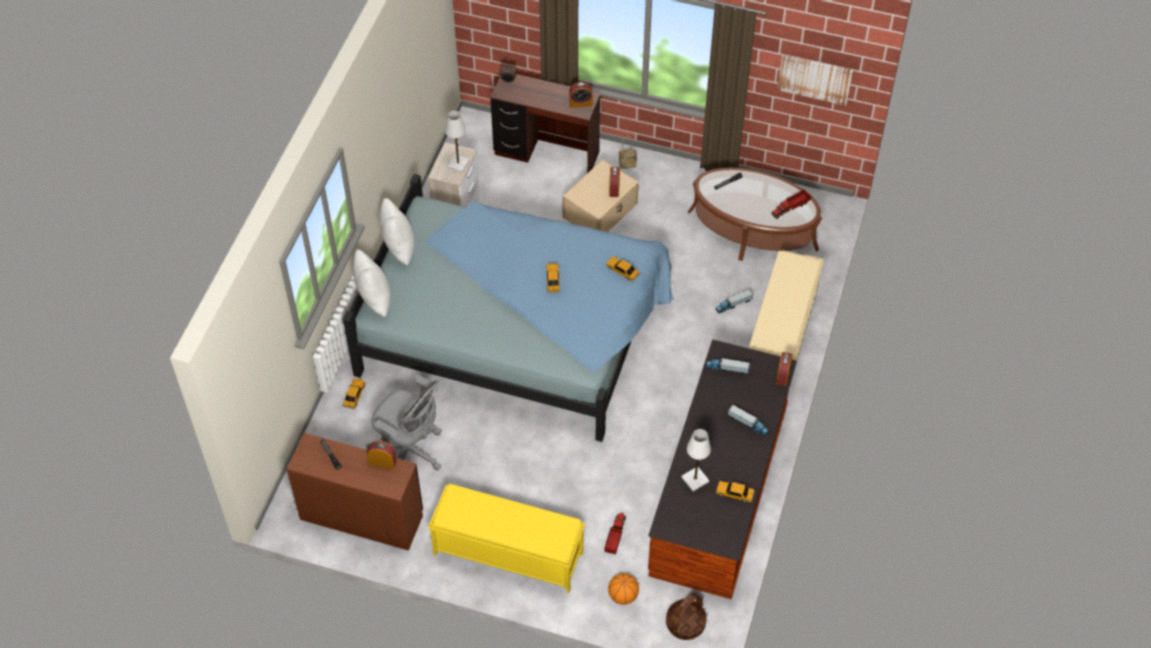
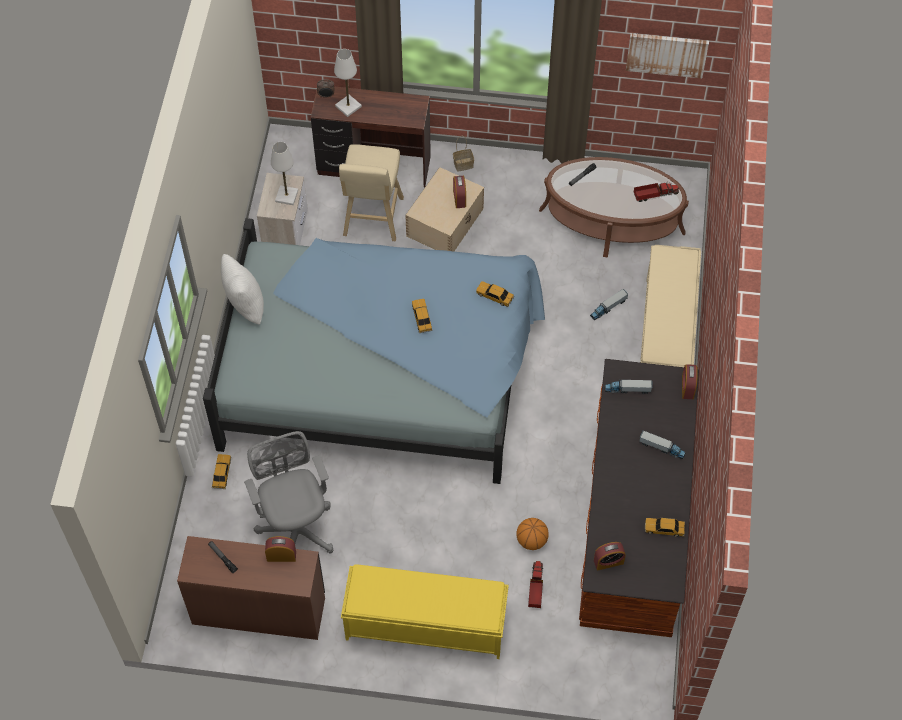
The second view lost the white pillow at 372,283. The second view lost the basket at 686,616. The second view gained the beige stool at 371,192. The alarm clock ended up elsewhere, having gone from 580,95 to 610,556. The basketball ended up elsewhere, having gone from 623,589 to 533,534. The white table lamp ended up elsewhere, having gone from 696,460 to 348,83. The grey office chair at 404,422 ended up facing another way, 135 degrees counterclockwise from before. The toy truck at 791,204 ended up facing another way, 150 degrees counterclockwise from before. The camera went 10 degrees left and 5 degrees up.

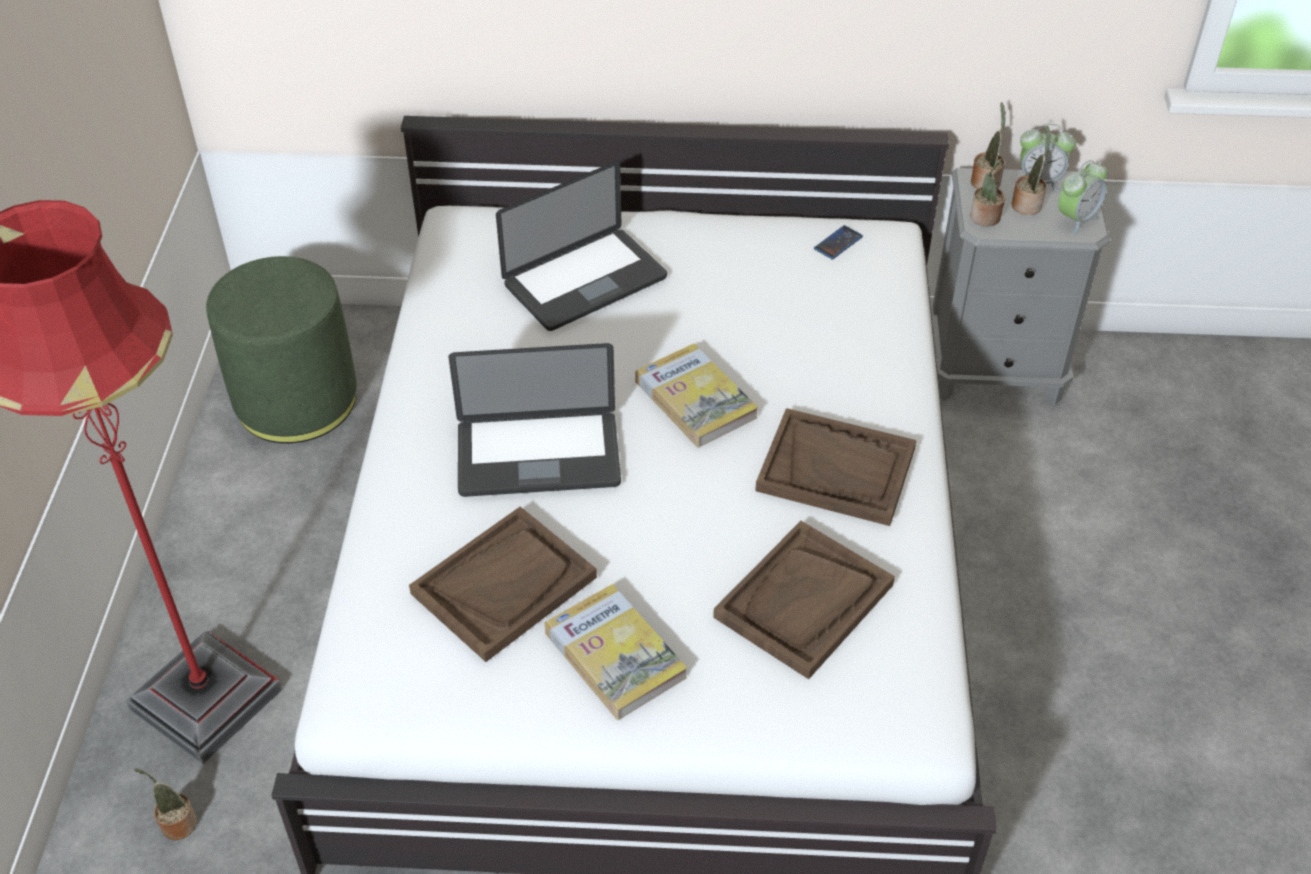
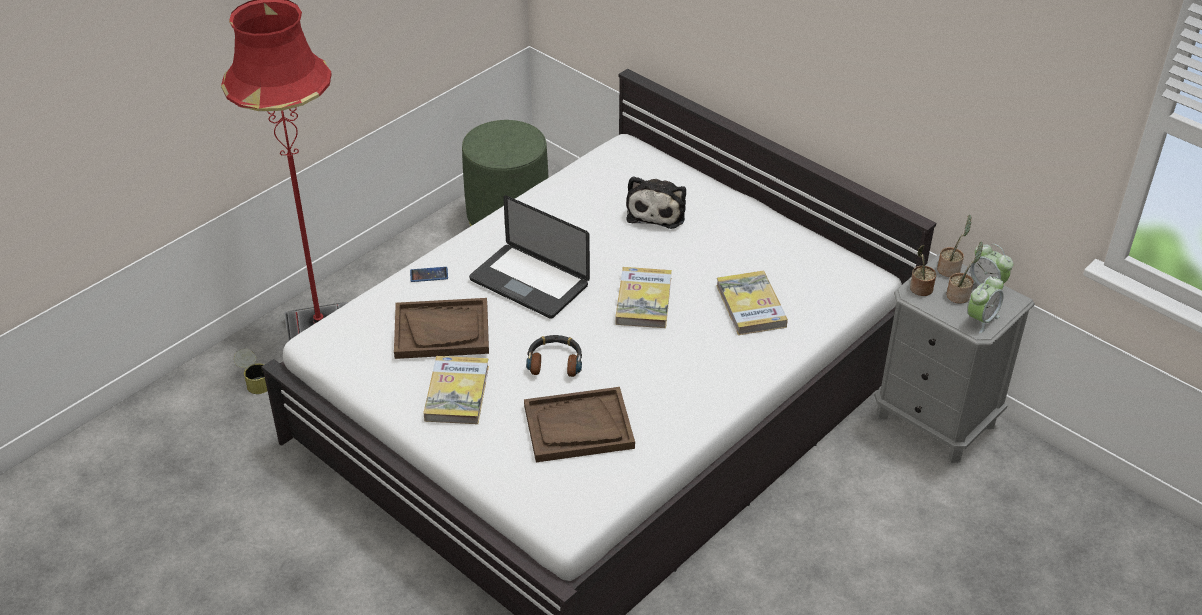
The second view lost the brown tray at 835,467. The second view gained the headphones at 554,356. The second view gained the book at 752,303. The phone ended up elsewhere, having gone from 838,242 to 429,274. Where the potted plant stood at 165,804, the can came to stand at 250,371. Where the laptop stood at 581,246, the plush toy came to stand at 656,202. The alarm clock at 1083,197 ended up facing another way, 45 degrees counterclockwise from before. The camera went 40 degrees right and 5 degrees down.

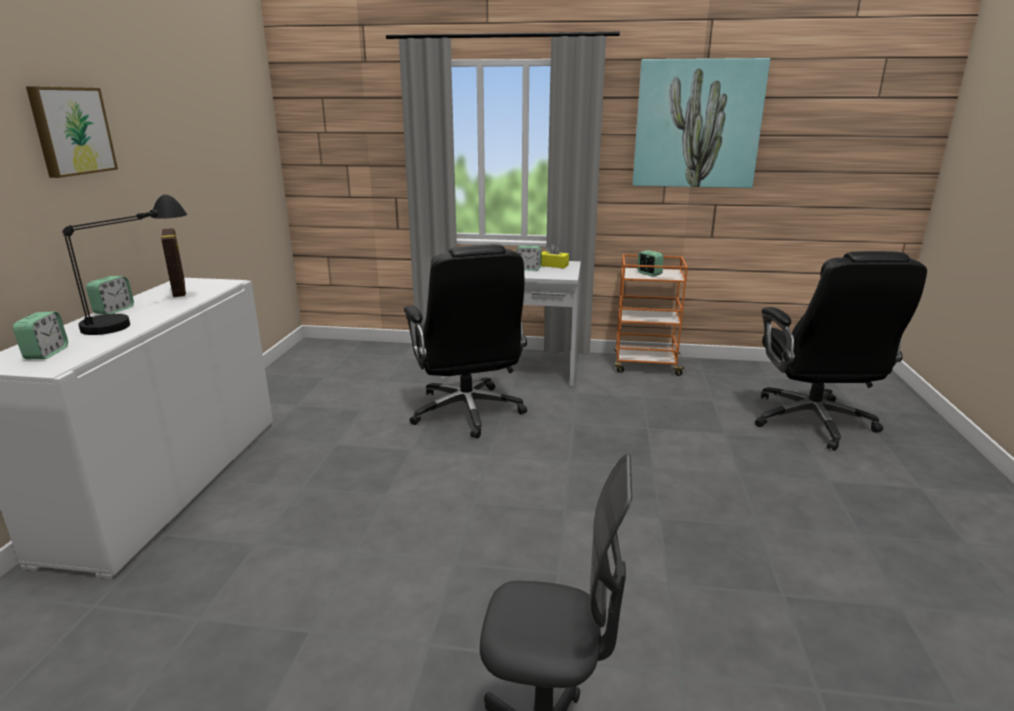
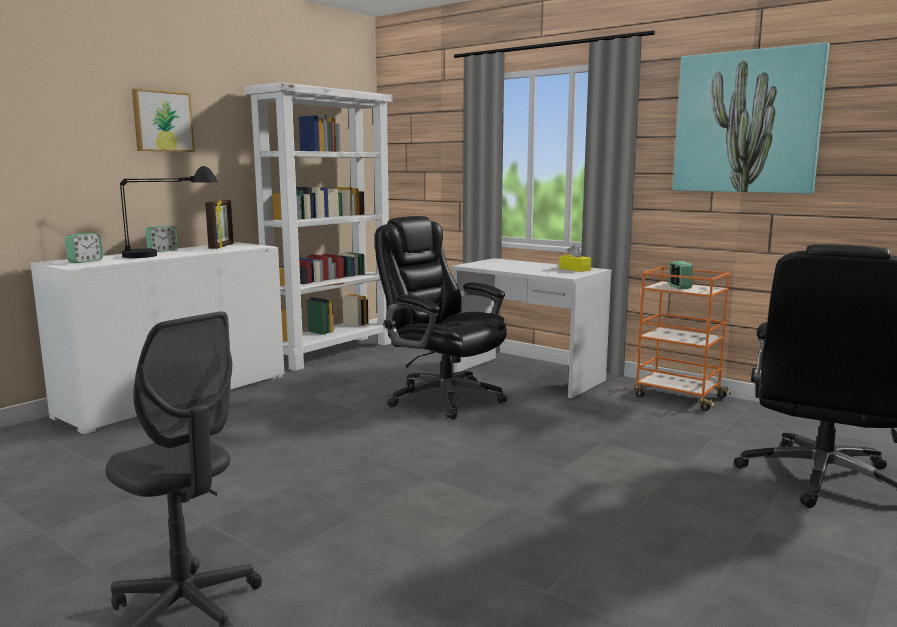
The second view lost the alarm clock at 529,258. The second view gained the white bookcase at 318,226. The black office chair at 465,341 ended up facing another way, 120 degrees clockwise from before. The camera went 30 degrees right and 10 degrees down.

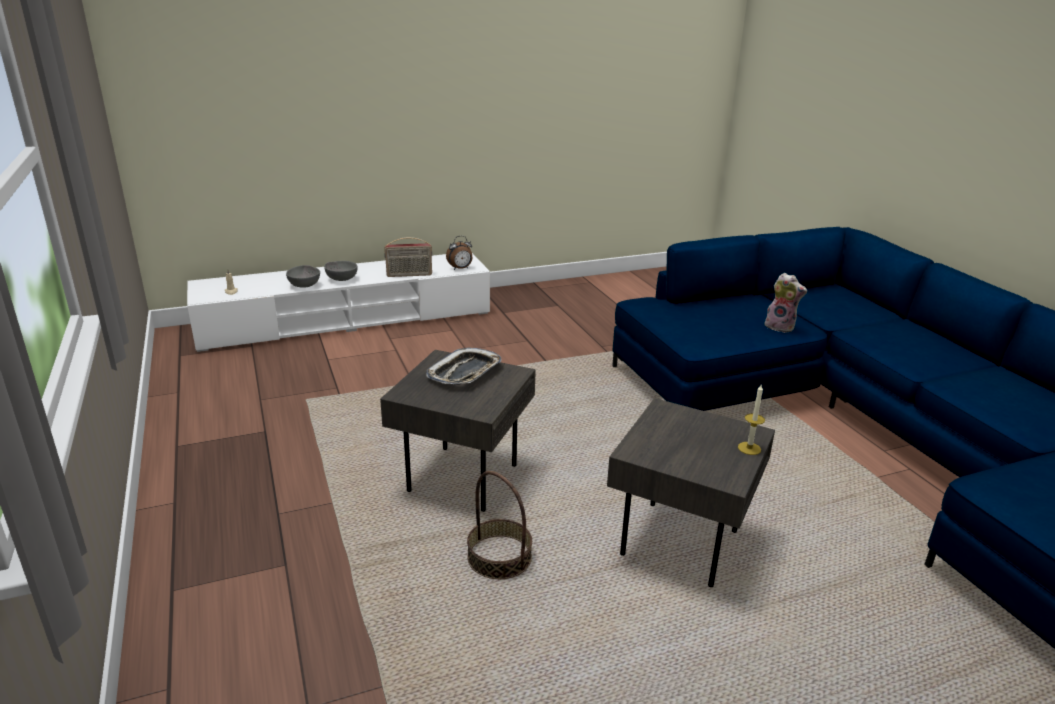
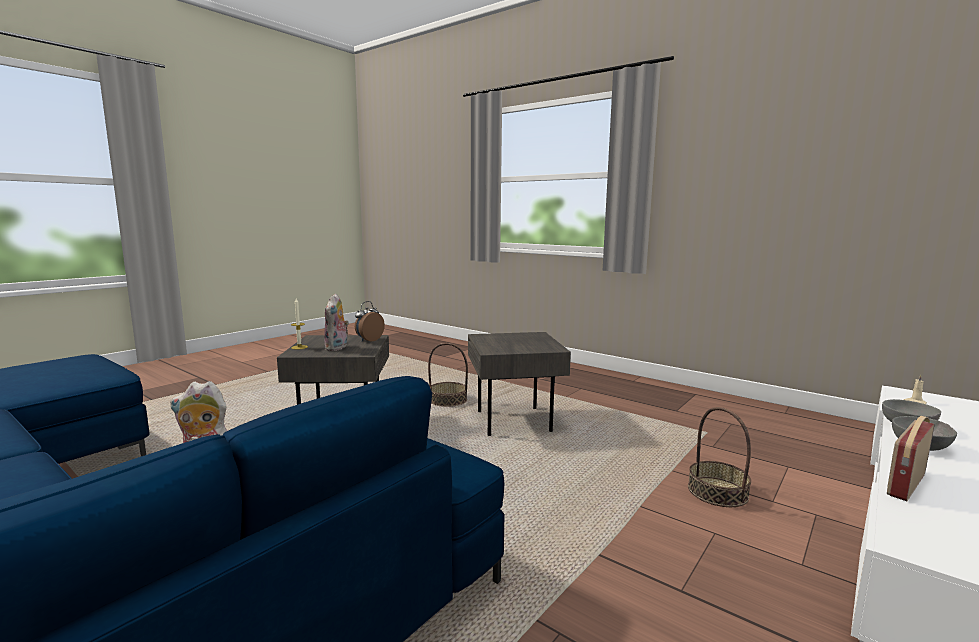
The second view lost the tray at 464,365. The second view gained the plush toy at 336,322. The second view gained the basket at 719,457. The alarm clock ended up elsewhere, having gone from 459,253 to 370,321. The camera went 150 degrees right and 15 degrees down.

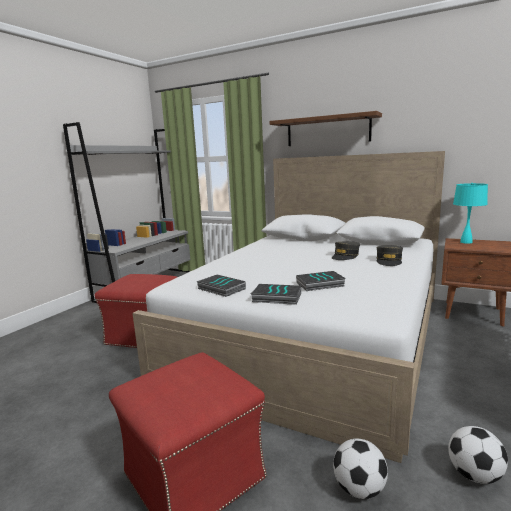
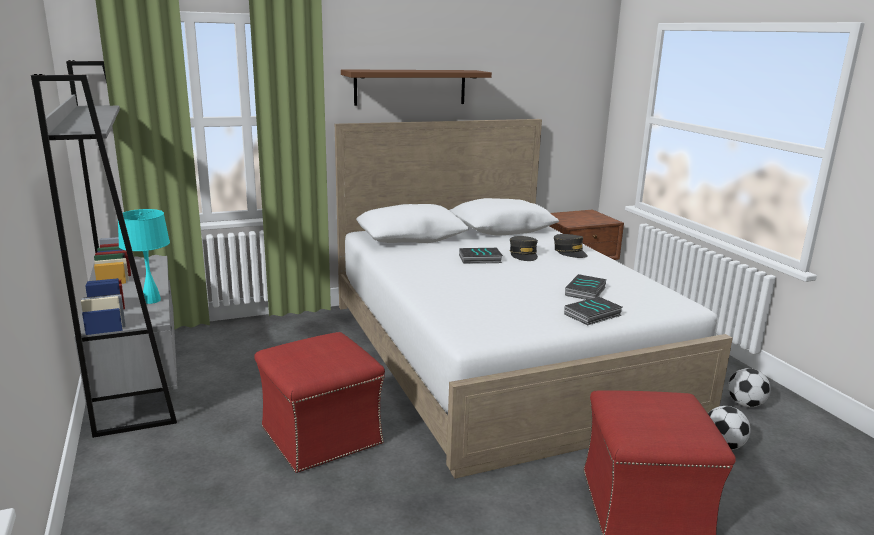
The book ended up elsewhere, having gone from 221,286 to 481,256. The turquoise table lamp ended up elsewhere, having gone from 470,213 to 144,256. The camera went 50 degrees left and 5 degrees up.

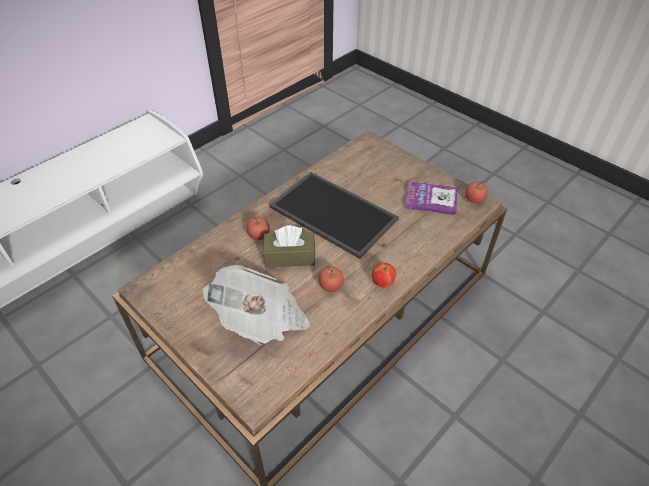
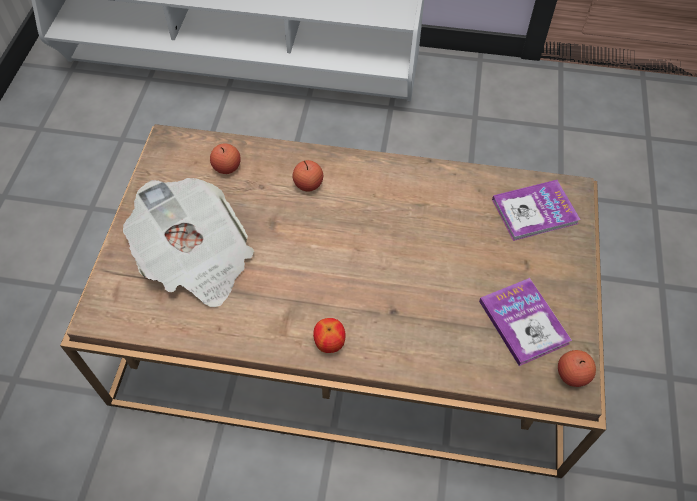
The second view lost the brown tissue box at 289,246. The second view lost the tray at 334,215. The second view gained the book at 536,210. The apple ended up elsewhere, having gone from 331,279 to 225,158. The camera went 55 degrees right and 10 degrees up.

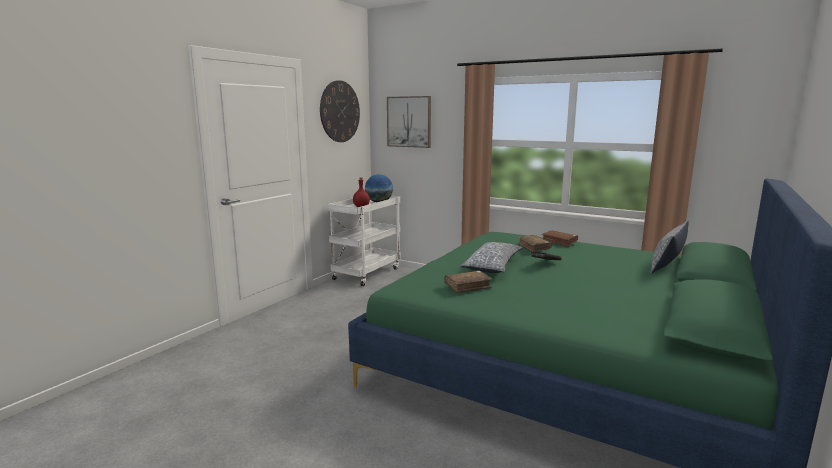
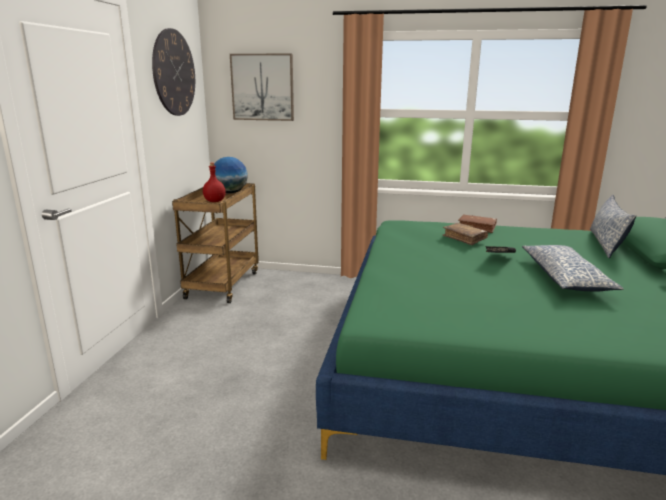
The second view lost the brown book at 469,282. The pillow ended up elsewhere, having gone from 491,257 to 573,268. What was the white cart at 364,241 turned into the brown cart at 215,243. The camera went 20 degrees left and 5 degrees up.

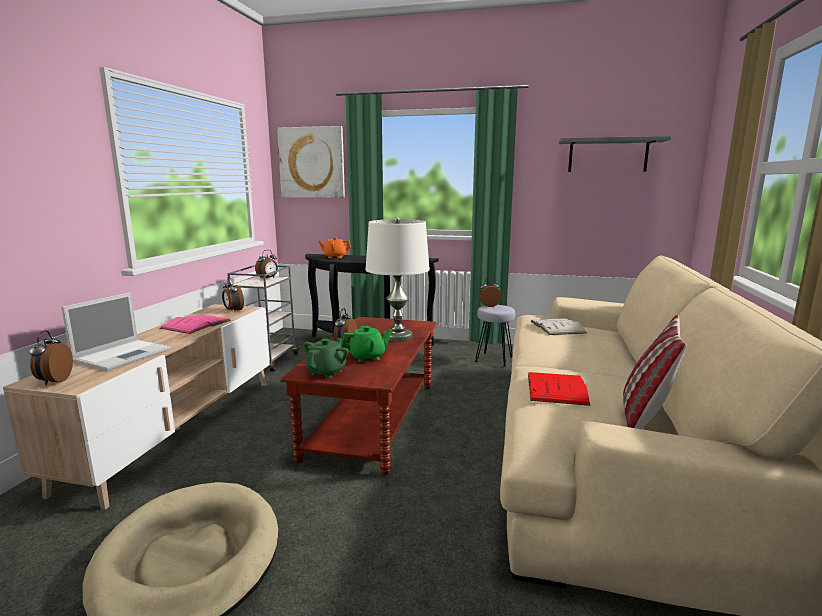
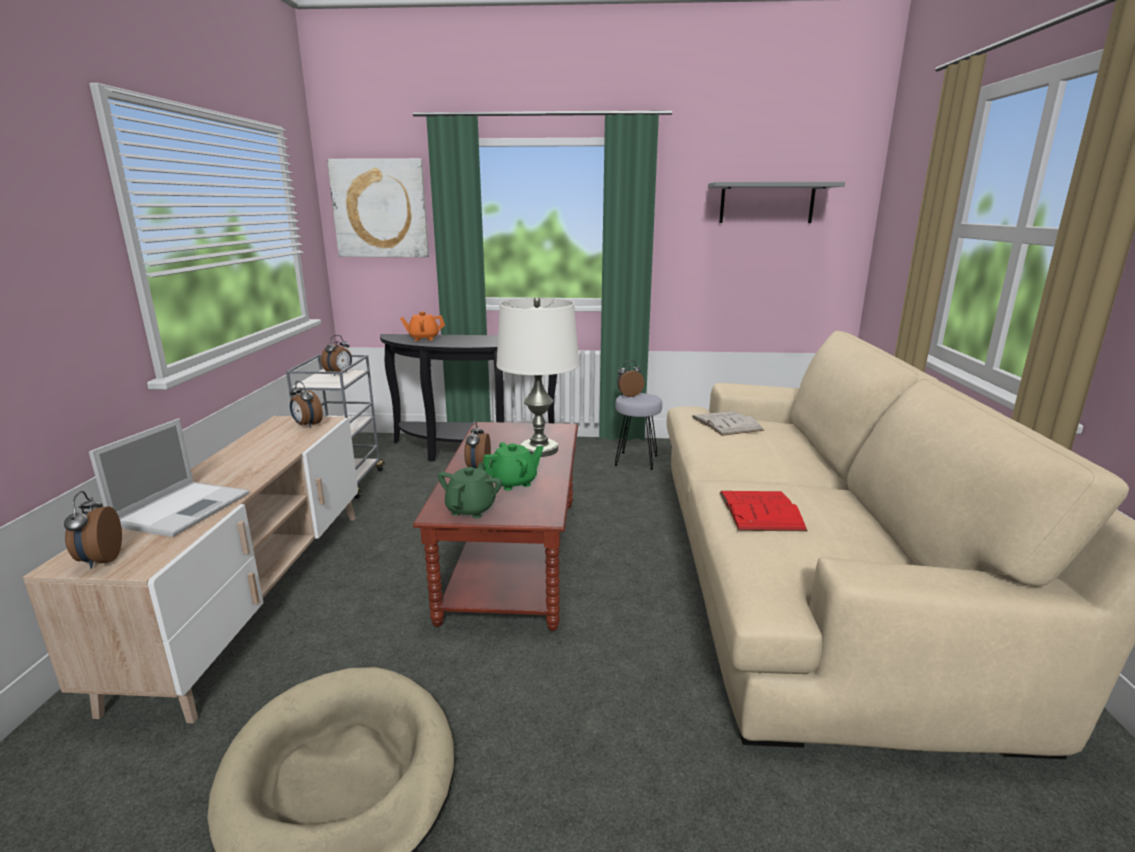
The second view lost the pink book at 195,324. The second view lost the pillow at 655,372. The camera went 10 degrees left and 5 degrees up.

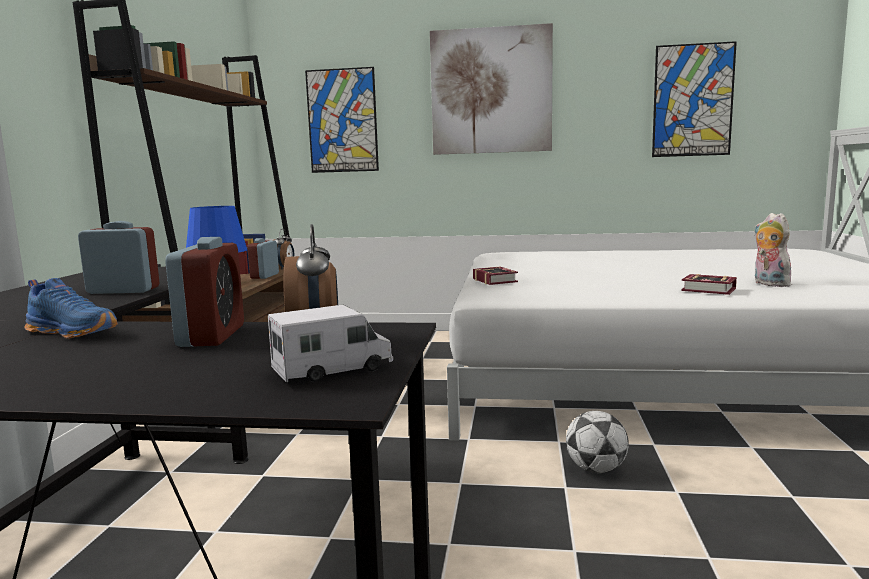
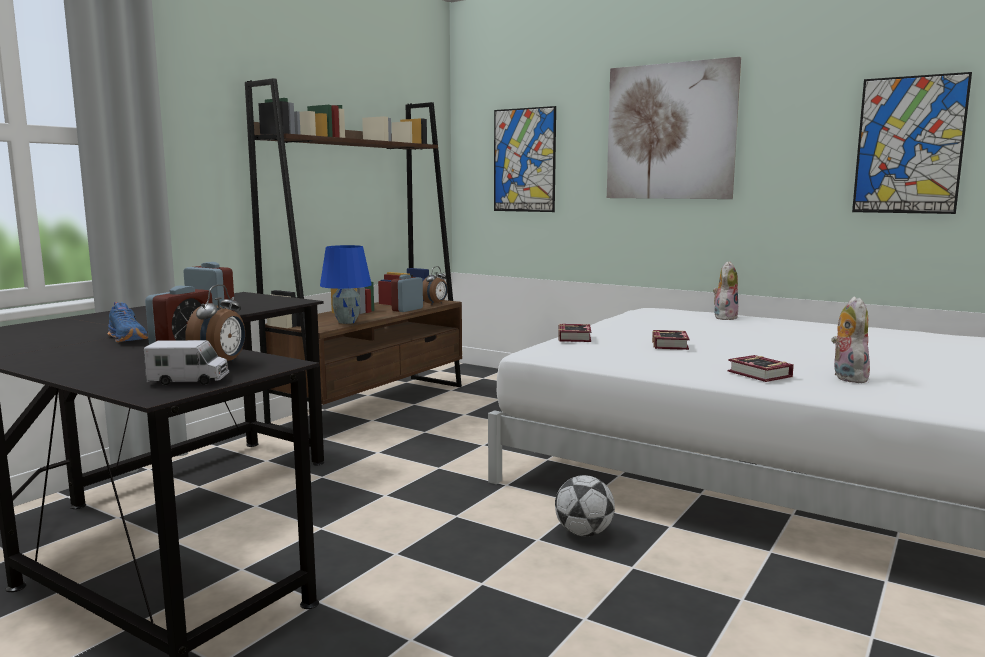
The second view gained the book at 670,340. The second view gained the plush toy at 725,290. The camera went 25 degrees right and 0 degrees up.

